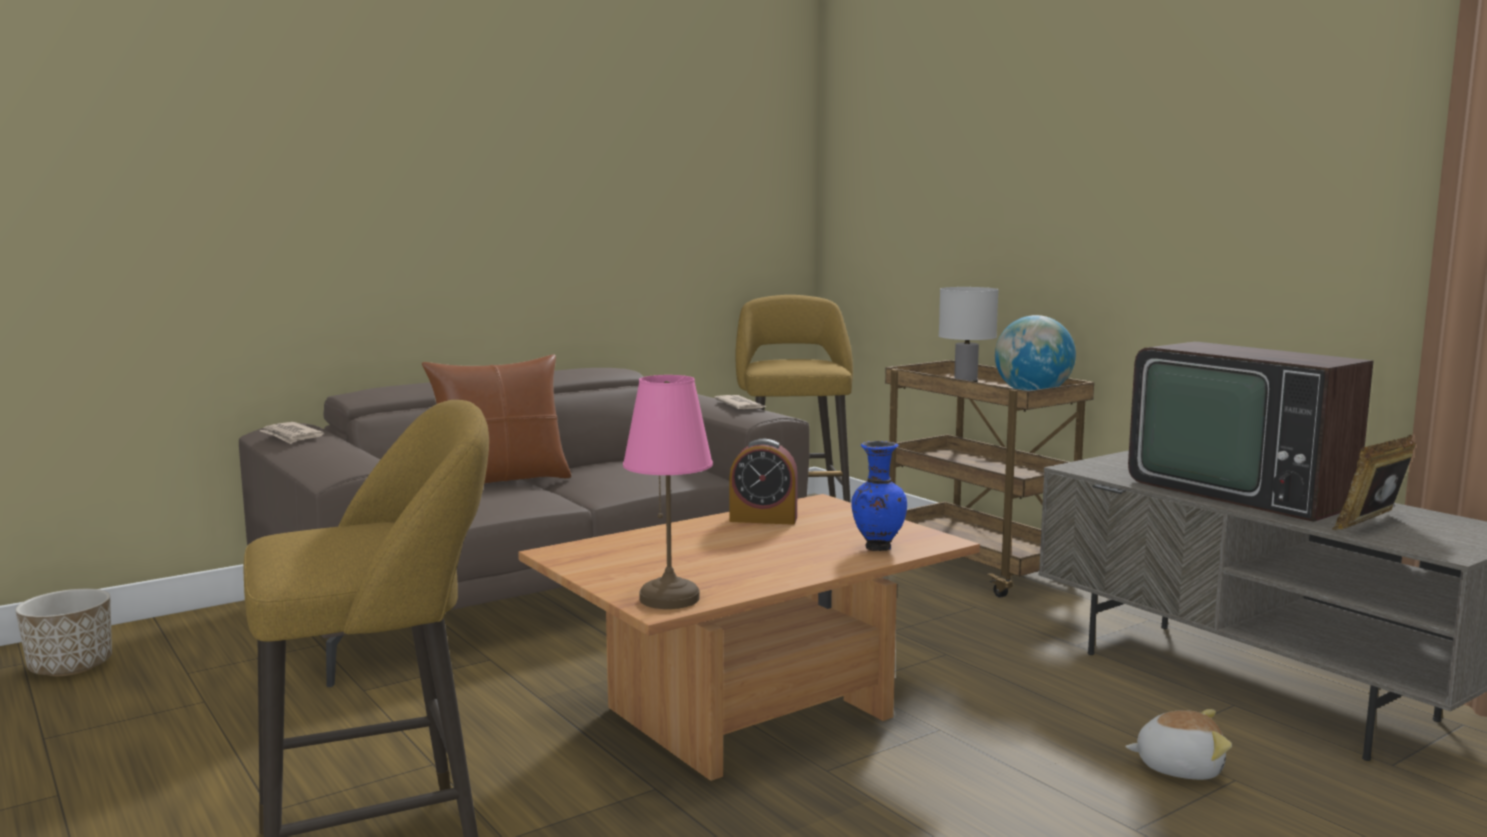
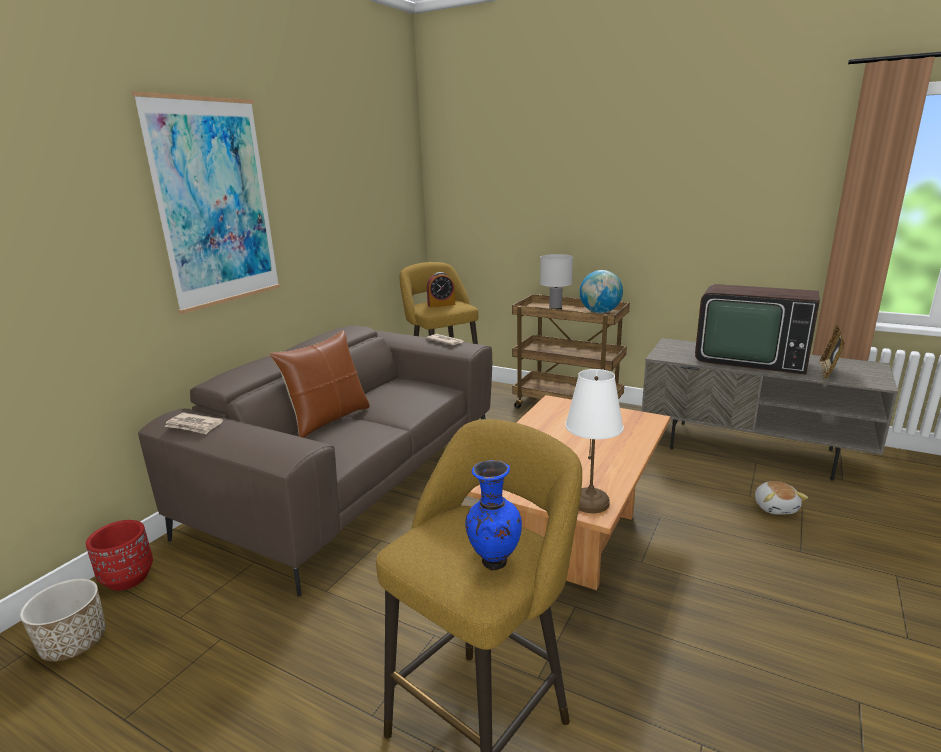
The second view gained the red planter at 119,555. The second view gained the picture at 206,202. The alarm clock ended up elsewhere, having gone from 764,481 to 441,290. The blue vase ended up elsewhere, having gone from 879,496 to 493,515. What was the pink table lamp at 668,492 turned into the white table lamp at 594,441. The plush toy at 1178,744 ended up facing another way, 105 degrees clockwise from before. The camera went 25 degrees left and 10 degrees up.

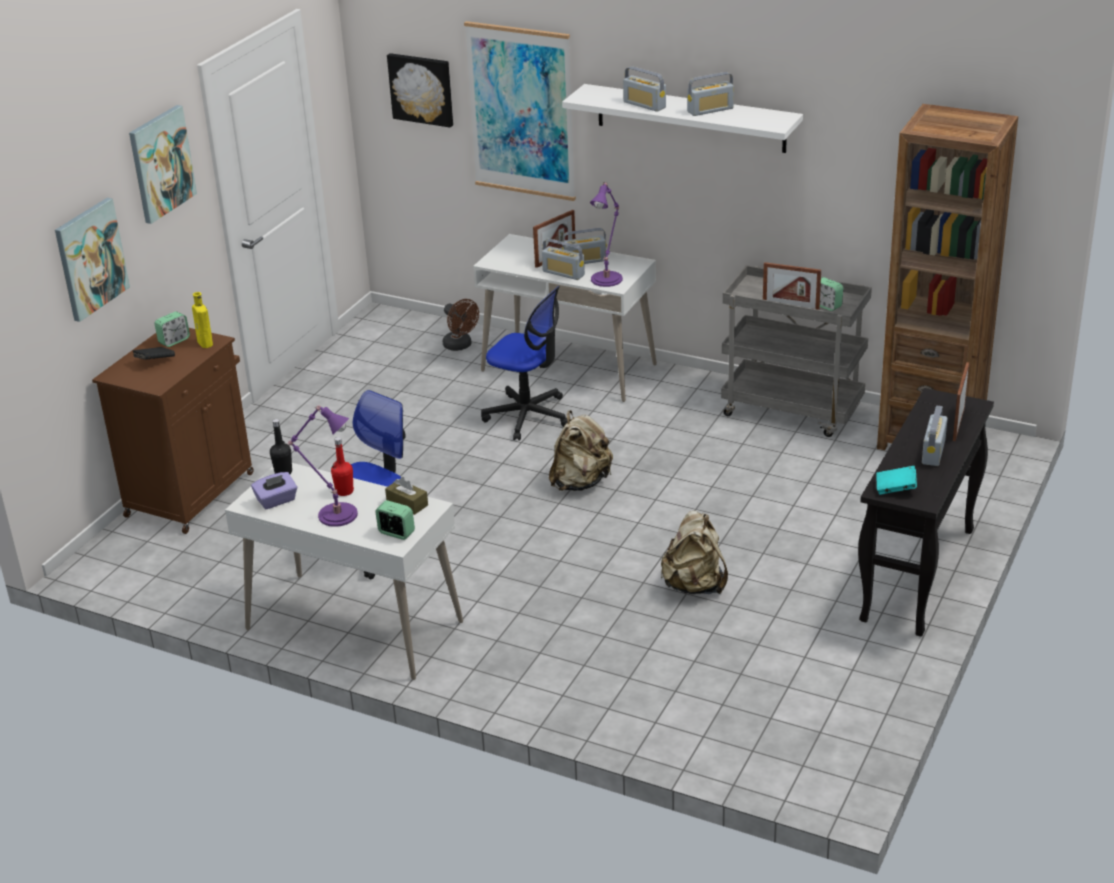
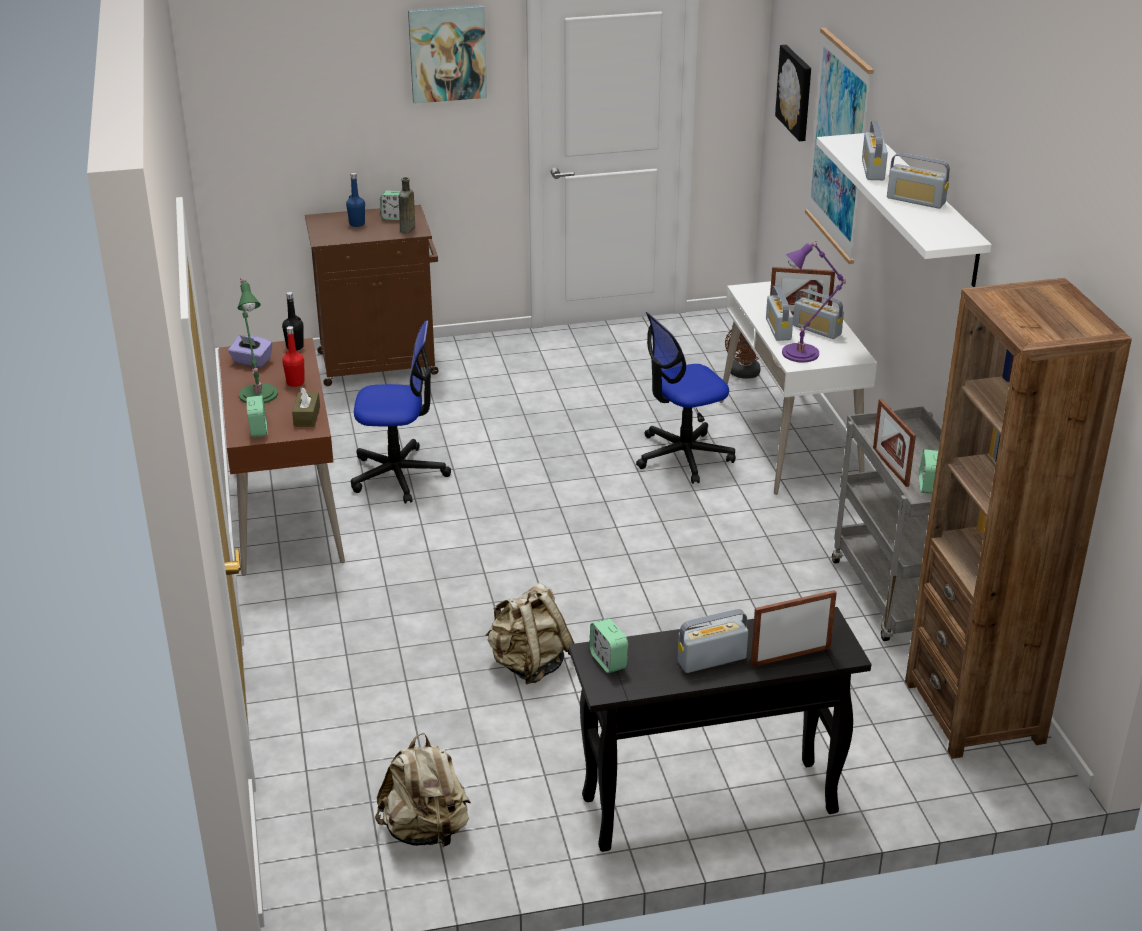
The second view lost the picture at 92,260. The beige backpack ended up elsewhere, having gone from 581,450 to 423,790. Where the black book stood at 153,353, the blue bottle came to stand at 355,200. Where the turquoise book stood at 896,480, the alarm clock came to stand at 608,645. What was the yellow bottle at 202,320 turned into the brown bottle at 407,205. What was the white desk at 344,571 turned into the brown desk at 282,457. What was the purple table lamp at 322,466 turned into the green table lamp at 258,341. The office chair at 524,363 ended up facing another way, 75 degrees clockwise from before. The camera went 50 degrees right and 0 degrees up.

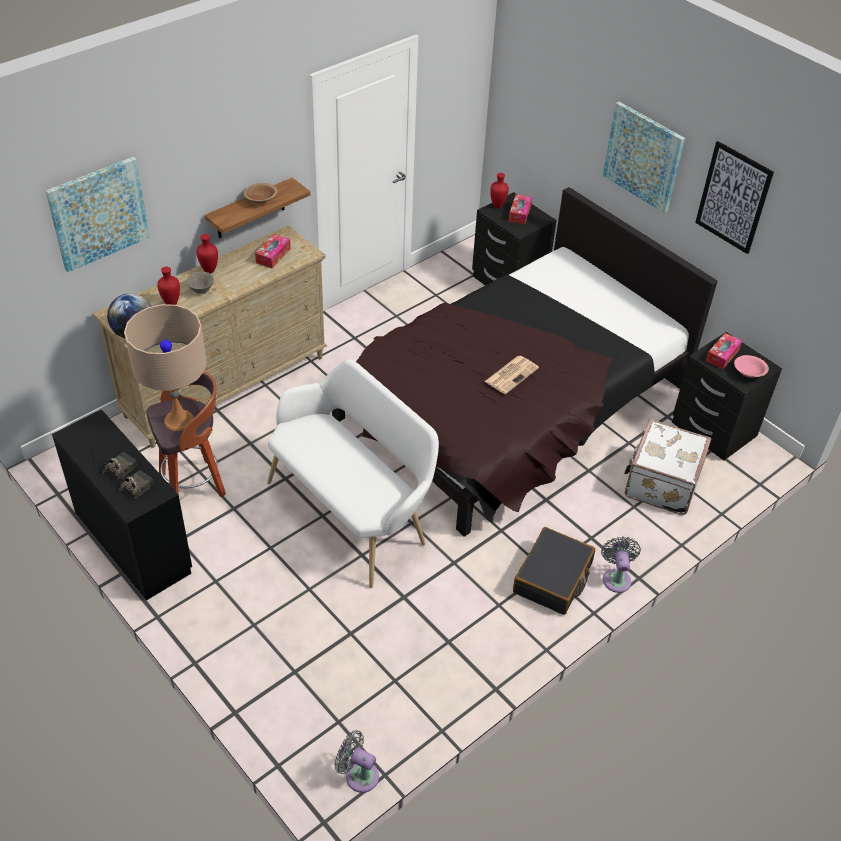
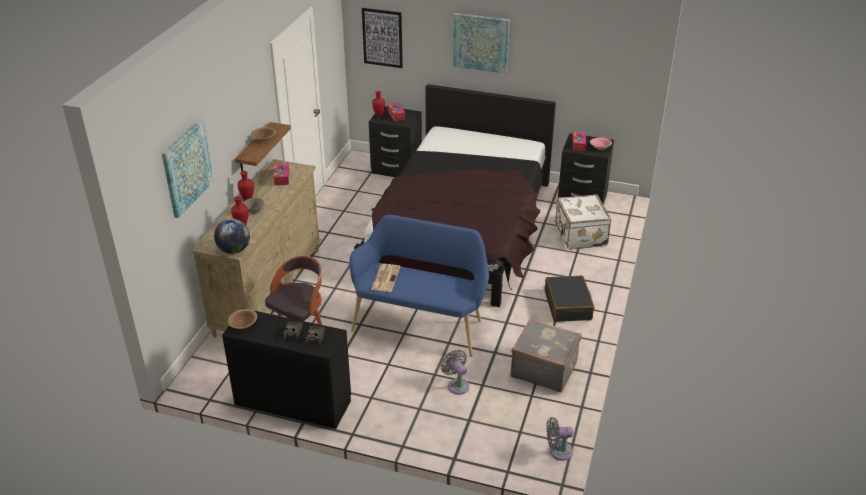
The second view lost the beige table lamp at 165,367. The second view gained the brown bowl at 242,319. The second view gained the grey suitcase at 546,356. The newspaper ended up elsewhere, having gone from 511,375 to 385,278. The grey fan ended up elsewhere, having gone from 621,564 to 455,372. The picture ended up elsewhere, having gone from 734,197 to 382,38. What was the white bench at 353,473 turned into the blue bench at 419,286. The camera went 30 degrees left and 10 degrees down.

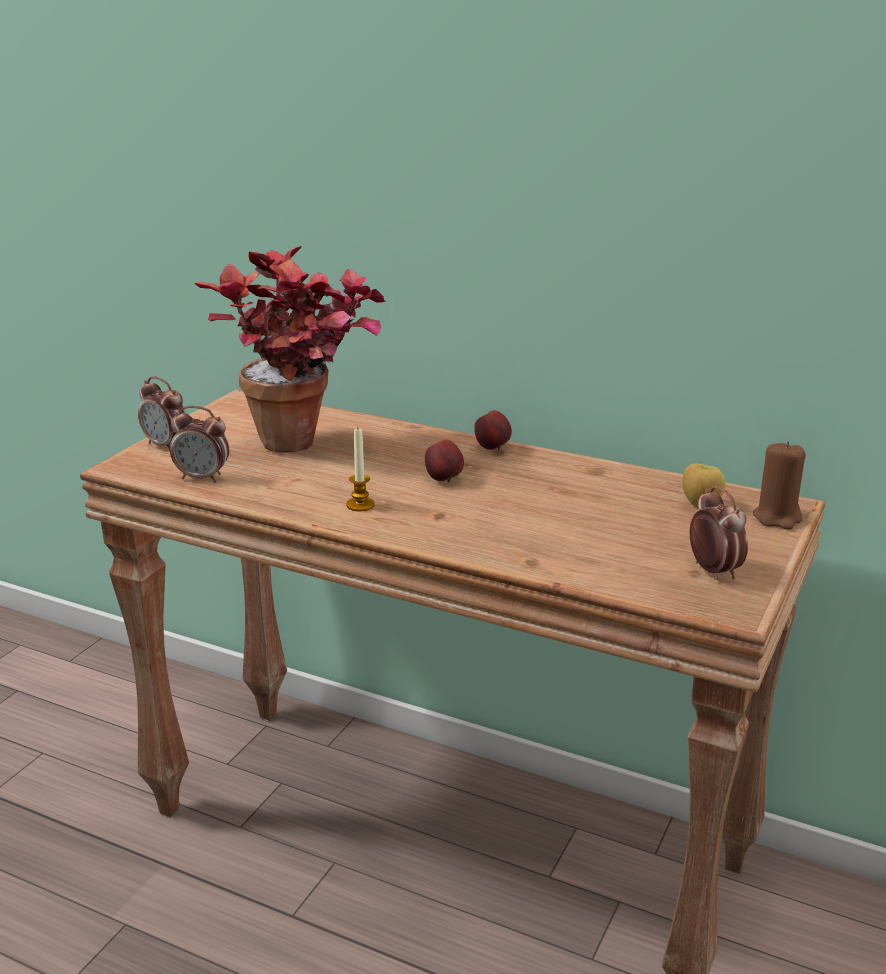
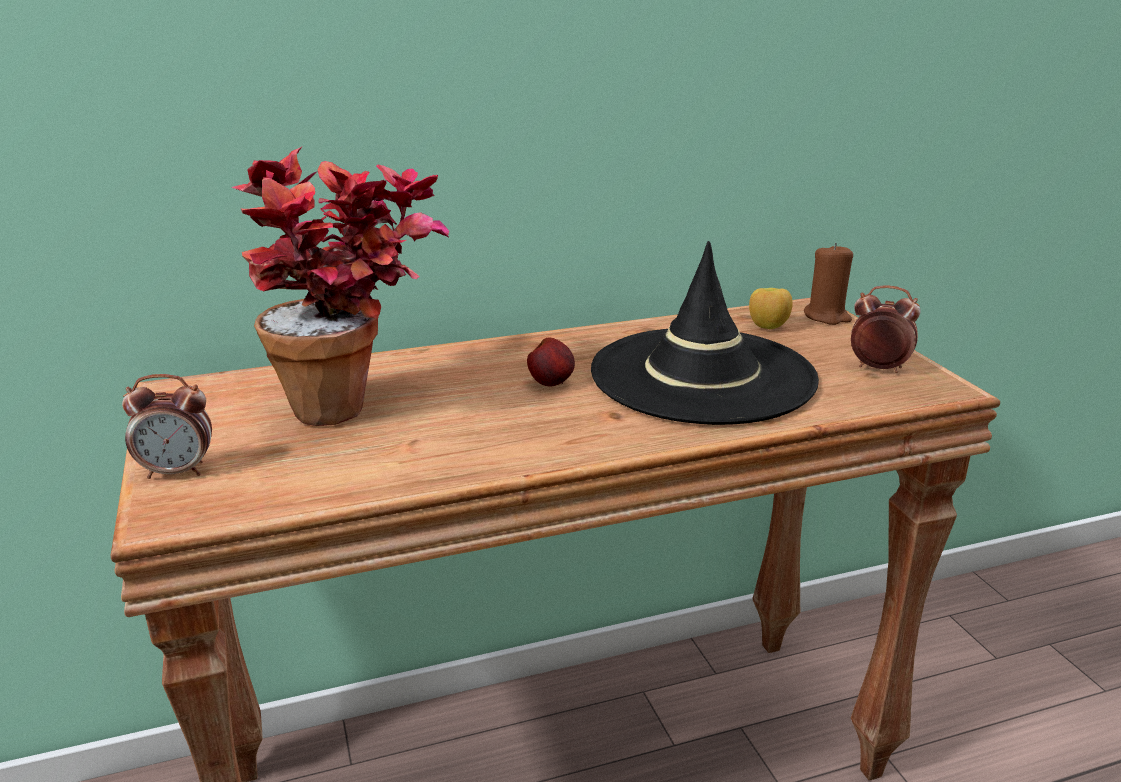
The second view lost the alarm clock at 199,444. The second view lost the candle at 360,470. The second view lost the apple at 493,430. The second view gained the black hat at 705,333. The camera went 45 degrees left and 0 degrees up.

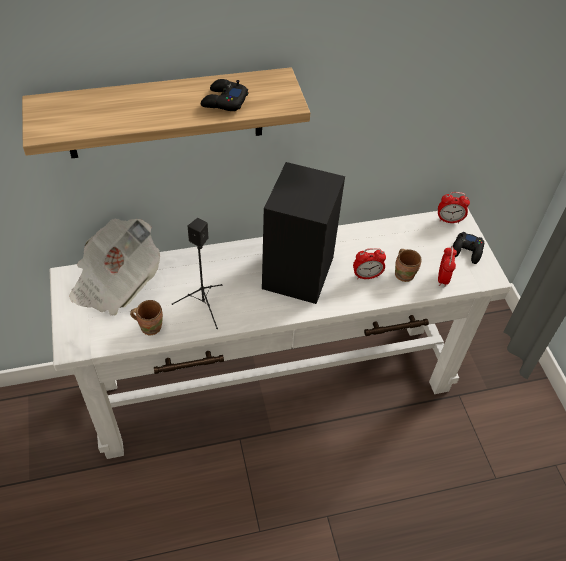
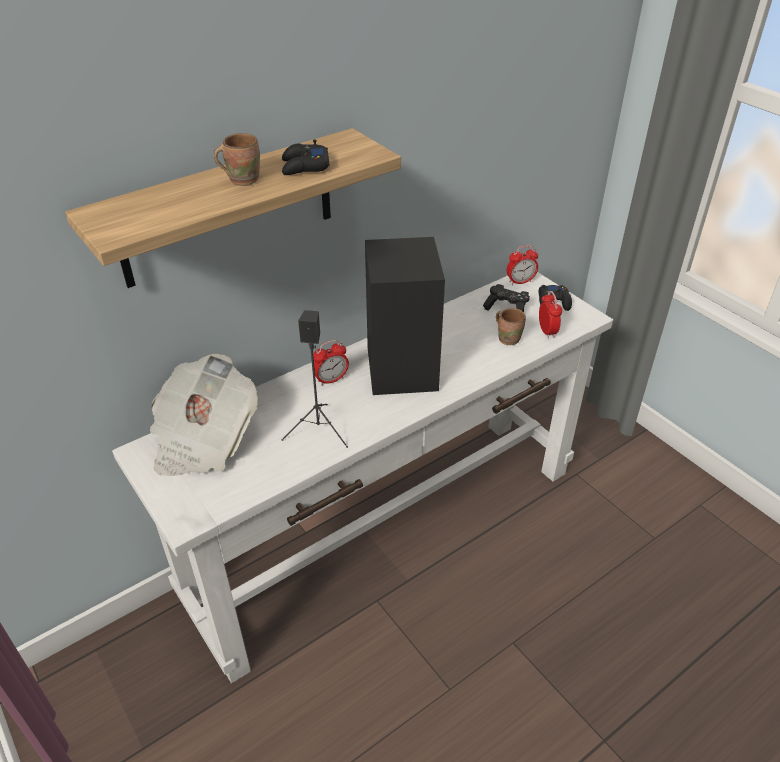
The second view gained the black game controller at 506,298. The brown mug ended up elsewhere, having gone from 146,318 to 237,159. The alarm clock ended up elsewhere, having gone from 369,263 to 331,363. The camera went 20 degrees left and 10 degrees down.

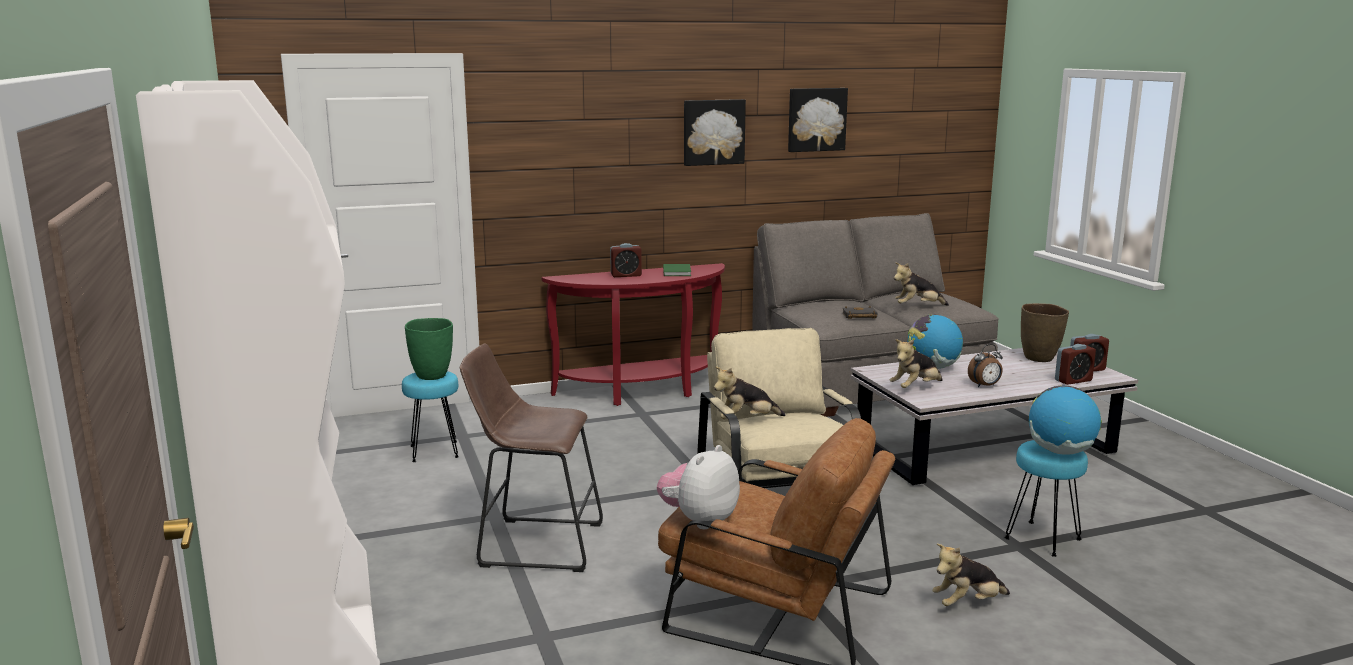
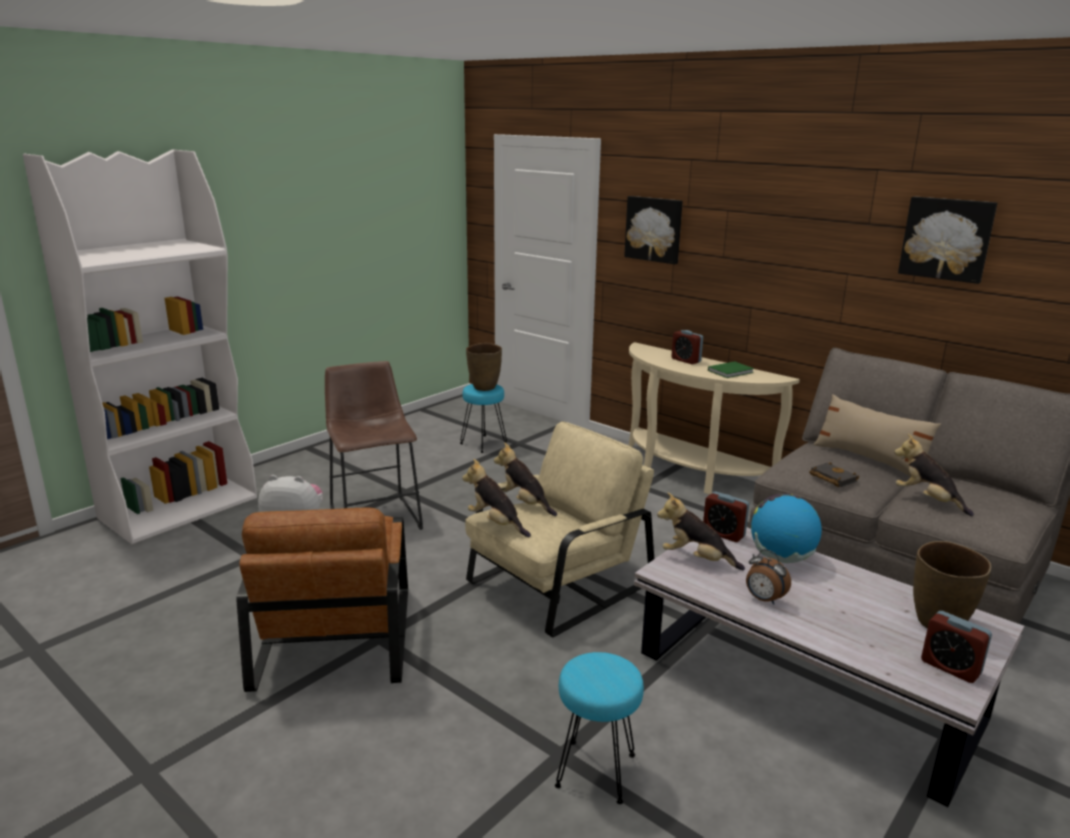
The second view lost the globe at 1065,420. The second view gained the beige pillow at 877,435. The picture ended up elsewhere, having gone from 715,132 to 653,230. The plush toy ended up elsewhere, having gone from 971,575 to 496,498. The alarm clock ended up elsewhere, having gone from 1075,364 to 726,517. What was the green vase at 429,349 turned into the brown vase at 484,367. What was the red console table at 633,334 turned into the beige console table at 714,418. The camera went 60 degrees right and 5 degrees up.

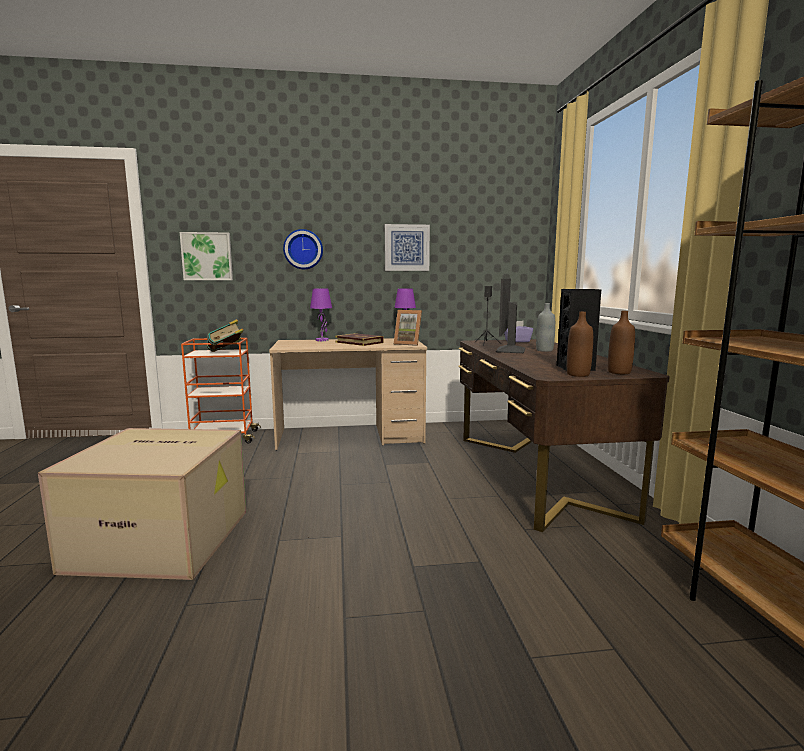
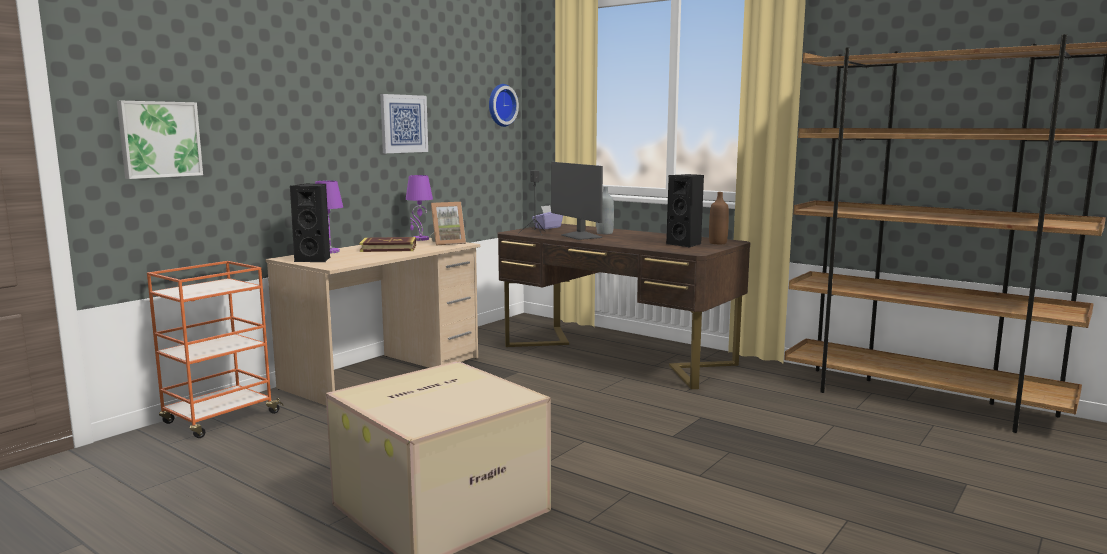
The second view lost the book at 225,335. The second view lost the brown bottle at 580,344. The second view gained the black speaker at 310,223. The wall clock ended up elsewhere, having gone from 303,249 to 504,105. The camera went 45 degrees left and 0 degrees up.

